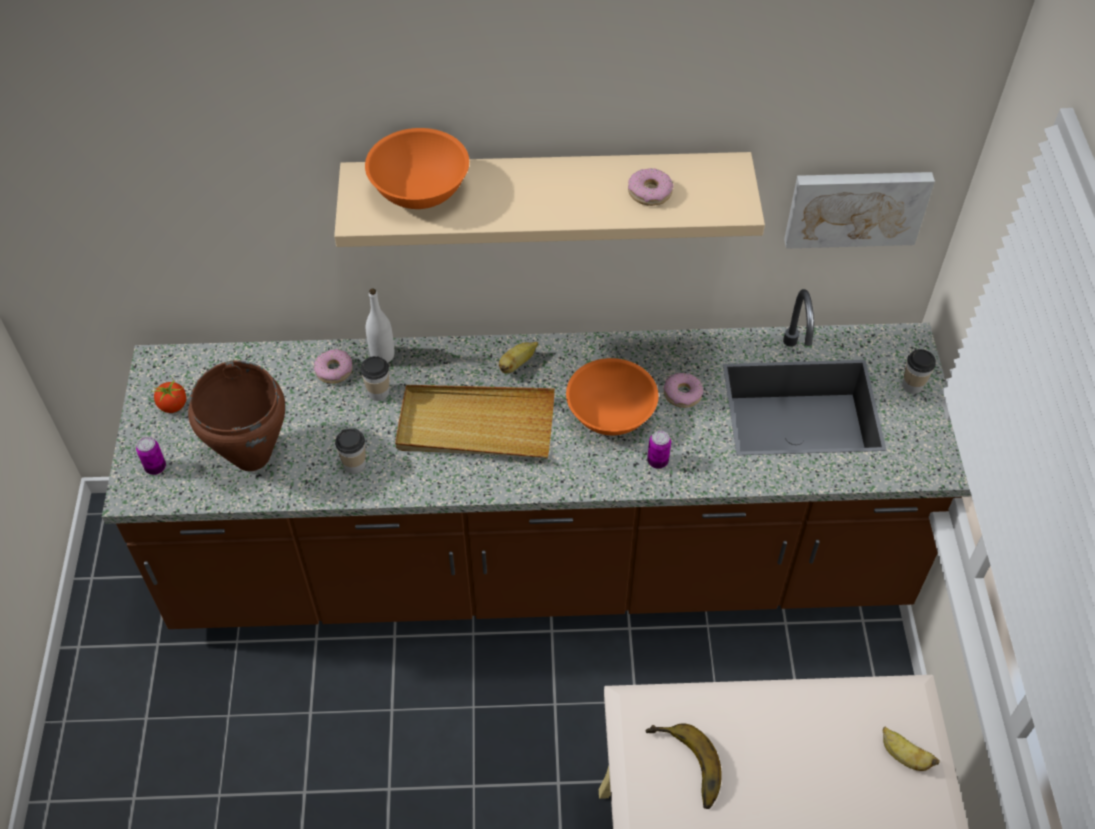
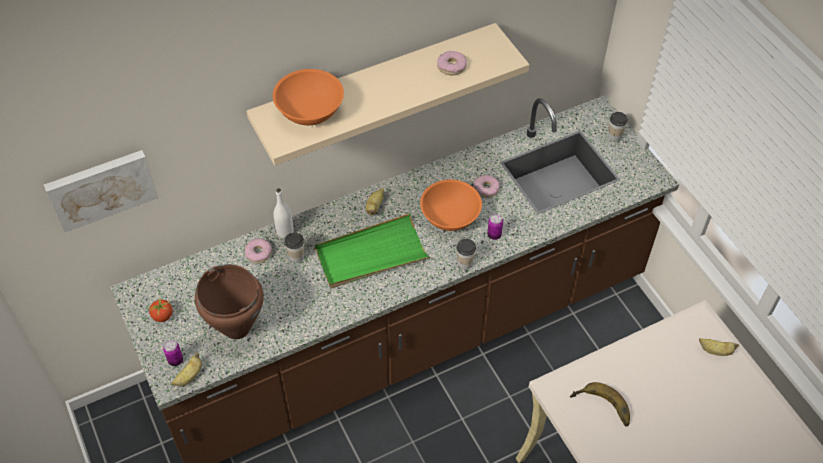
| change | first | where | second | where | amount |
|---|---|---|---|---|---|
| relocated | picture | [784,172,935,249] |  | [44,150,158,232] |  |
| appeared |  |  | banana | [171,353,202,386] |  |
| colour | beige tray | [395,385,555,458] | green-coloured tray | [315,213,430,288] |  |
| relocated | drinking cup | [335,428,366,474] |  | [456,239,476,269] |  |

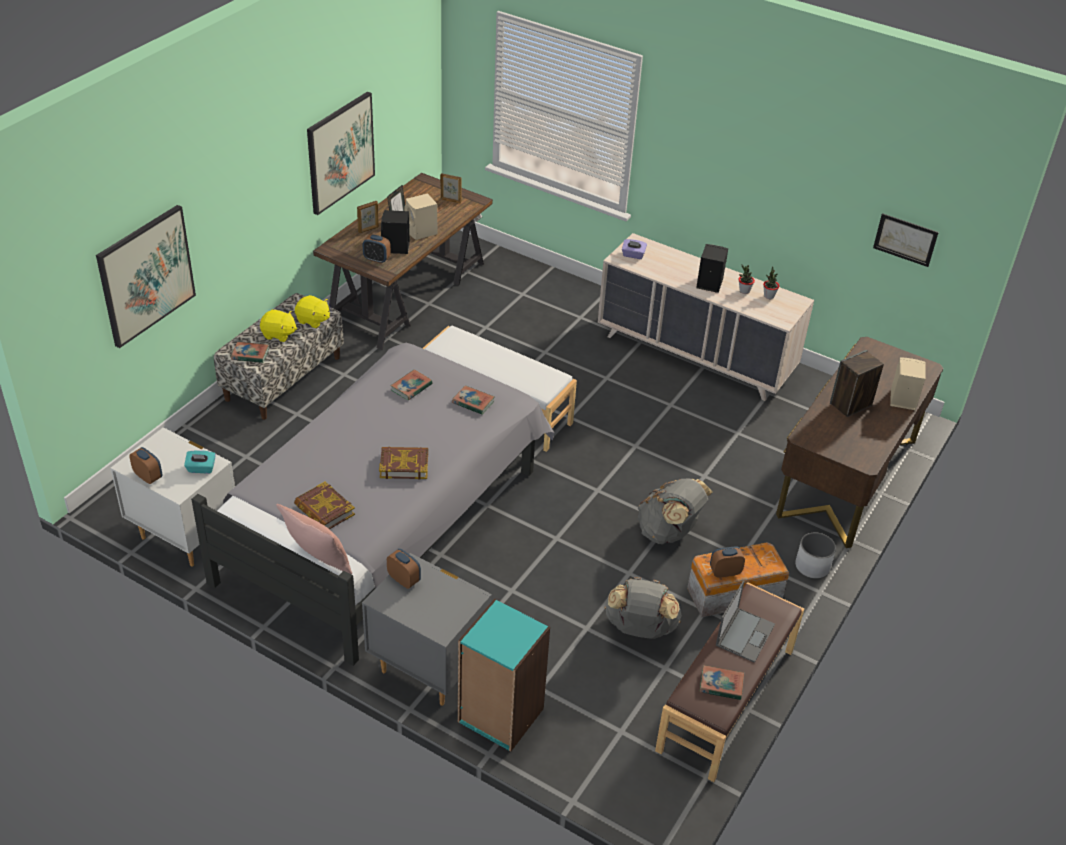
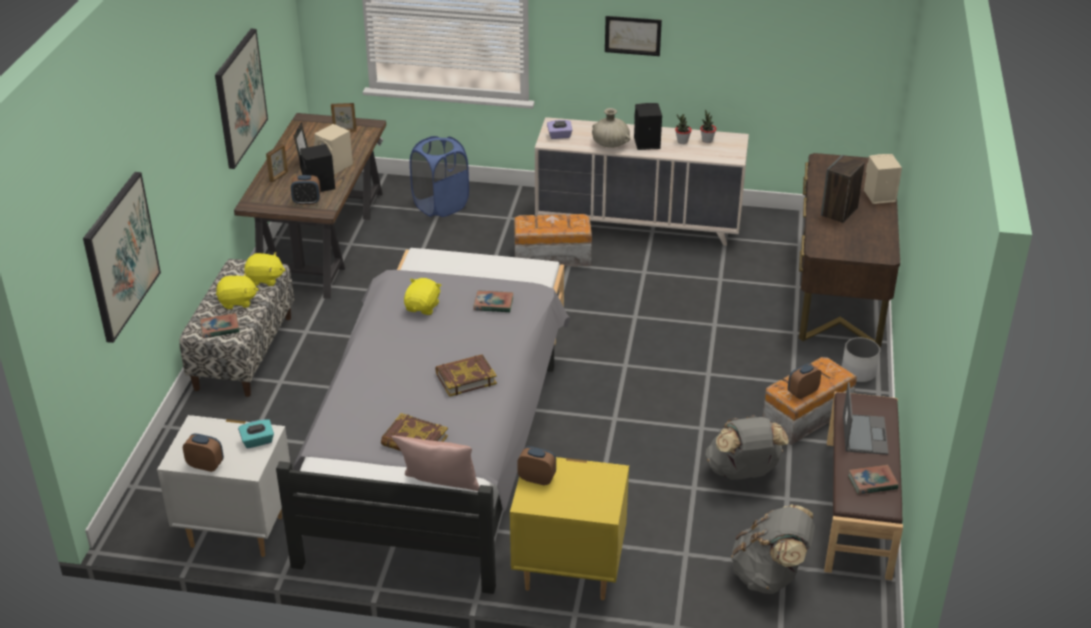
| change | first | where | second | where | amount |
|---|---|---|---|---|---|
| exchanged | book | [390,369,432,400] | yellow cuddly toy | [404,278,441,315] |  |
| appeared |  |  | blue washing basket | [410,136,469,217] |  |
| colour | greyish nightstand | [362,553,492,706] | yellow nightstand | [510,457,629,600] |  |
| appeared |  |  | storage box | [514,214,592,266] |  |
| appeared |  |  | beige decorative vase | [592,108,630,148] |  |
| relocated | picture | [873,213,939,267] |  | [605,16,662,56] |  |
| relocated | greyish backpack | [637,478,713,544] |  | [731,505,815,594] |  |
| missing | turquoise bookcase | [458,599,550,752] |  |  |  |

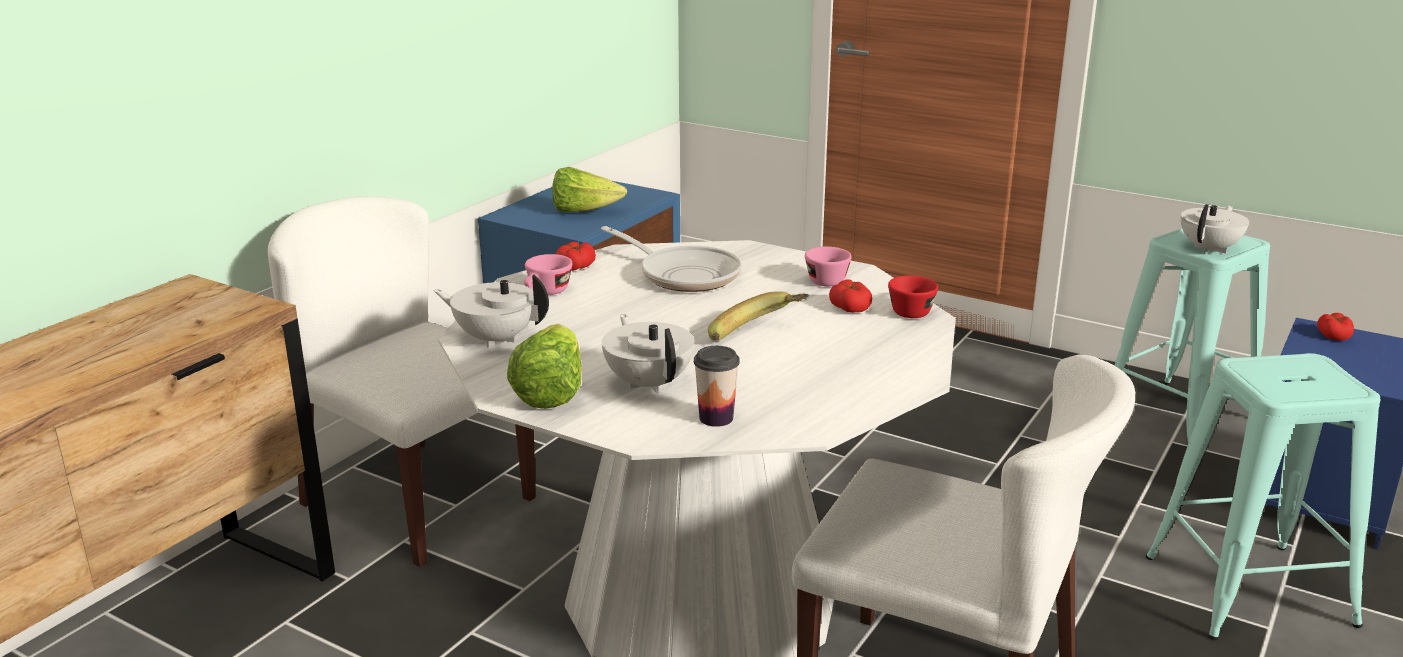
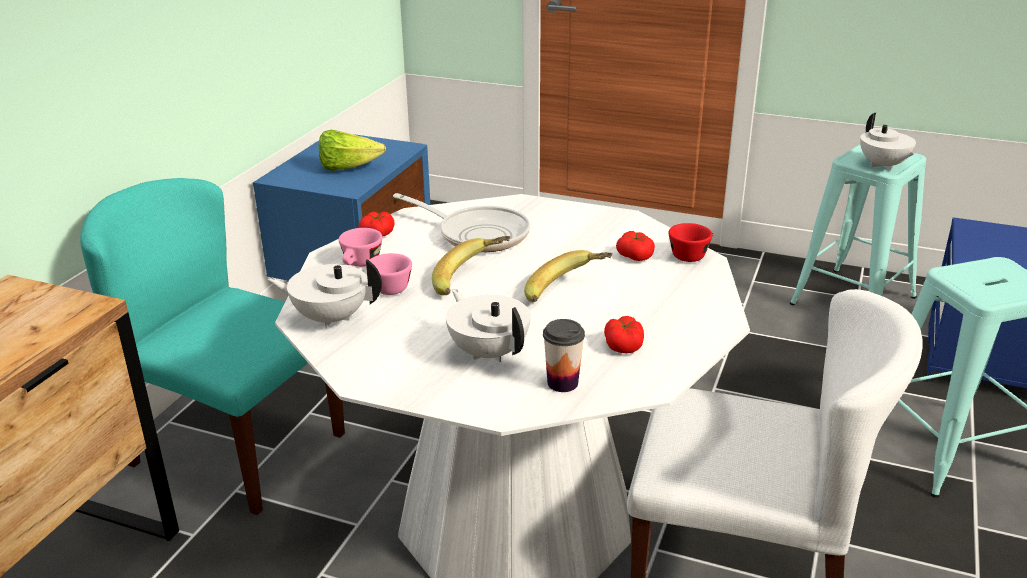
| change | first | where | second | where | amount |
|---|---|---|---|---|---|
| colour | white plain chair | [268,196,536,567] | turquoise plain chair | [80,178,345,515] |  |
| relocated | pink-coloured drinking cup | [805,247,852,286] |  | [369,253,412,295] |  |
| appeared |  |  | banana | [432,236,510,295] |  |
| relocated | tomato | [1317,313,1354,341] |  | [604,316,644,354] |  |
| spun | white teapot | [1181,204,1249,254] |  | [860,113,916,171] | 135 degrees clockwise |
| missing | lettuce | [507,324,582,409] |  |  |  |

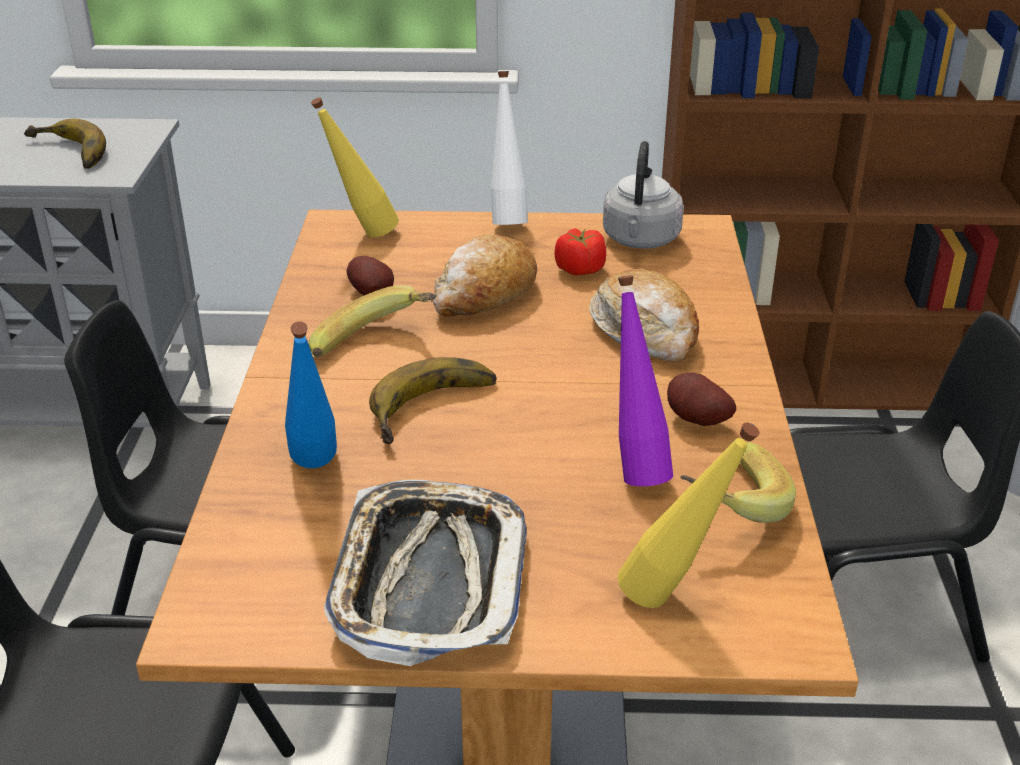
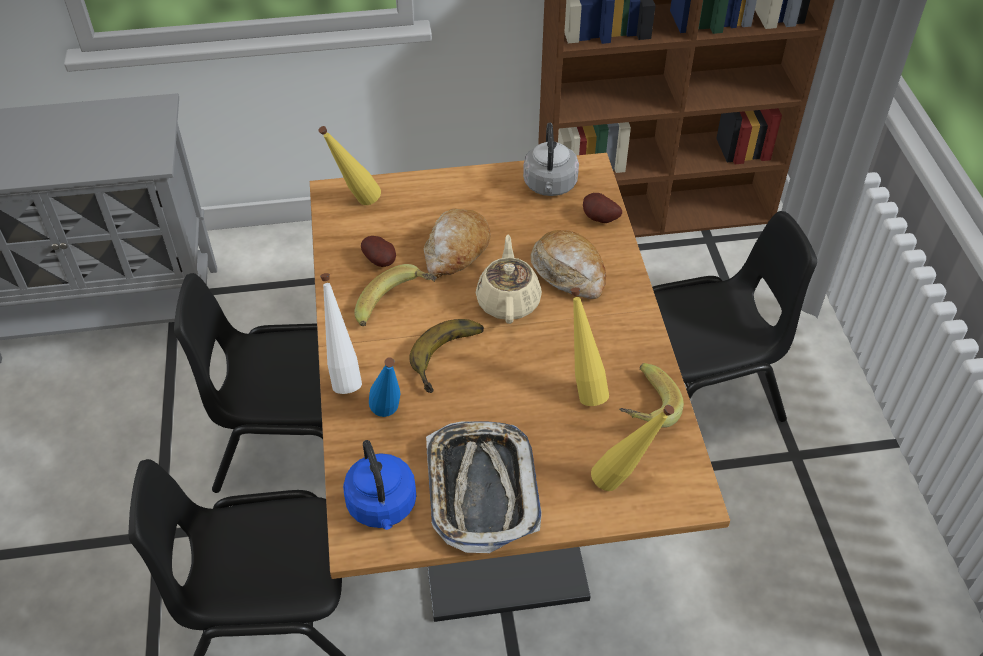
| change | first | where | second | where | amount |
|---|---|---|---|---|---|
| relocated | white drink bottle | [491,71,528,225] |  | [320,273,362,394] |  |
| appeared |  |  | blue tea kettle | [343,440,416,530] |  |
| appeared |  |  | beige teapot | [476,235,542,324] |  |
| colour | purple-coloured drink bottle | [618,275,673,486] | yellow drink bottle | [570,287,609,406] |  |
| relocated | potato | [667,373,736,426] |  | [583,193,622,223] |  |
| missing | banana | [24,119,106,169] |  |  |  |
| missing | tomato | [554,228,606,276] |  |  |  |

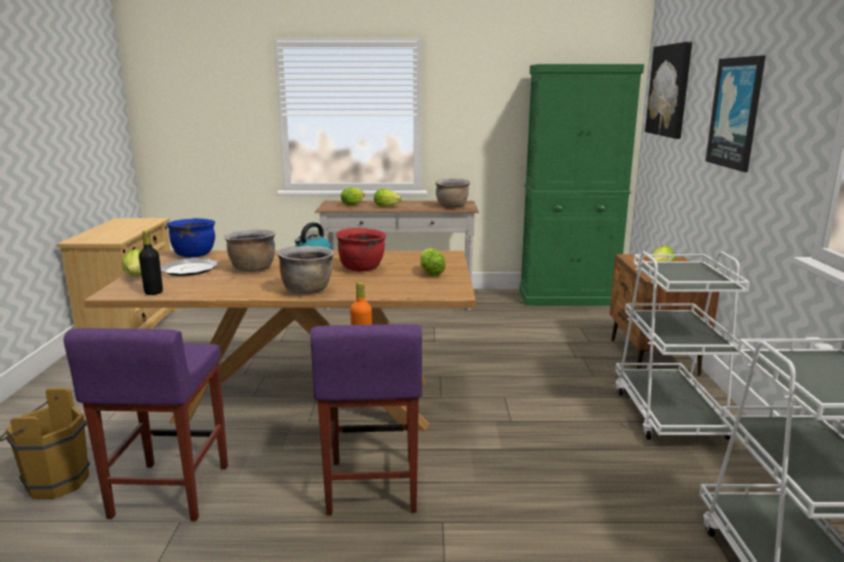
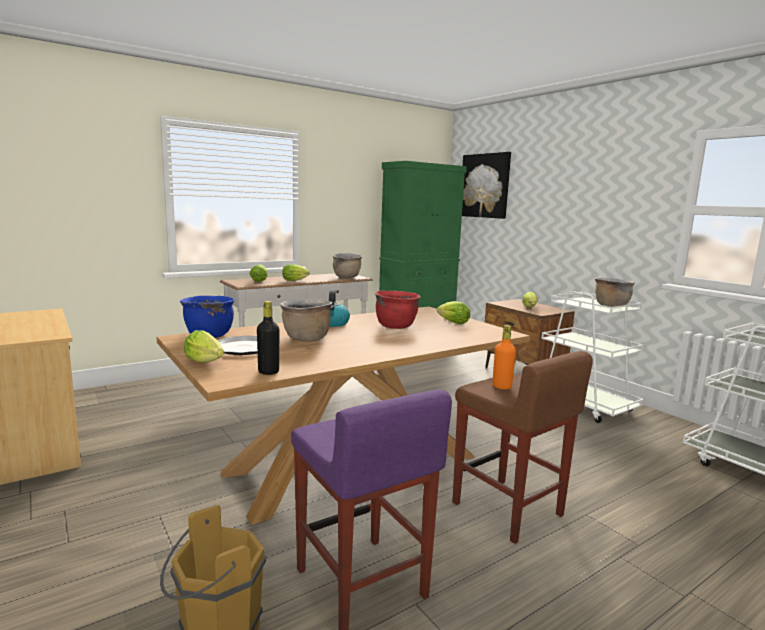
| change | first | where | second | where | amount |
|---|---|---|---|---|---|
| colour | purple-coloured sitting stool | [310,324,422,516] | brownish sitting stool | [452,351,593,544] |  |
| relocated | brownish stockpot | [277,246,334,294] |  | [595,278,635,307] |  |
| missing | picture | [706,55,766,172] |  |  |  |

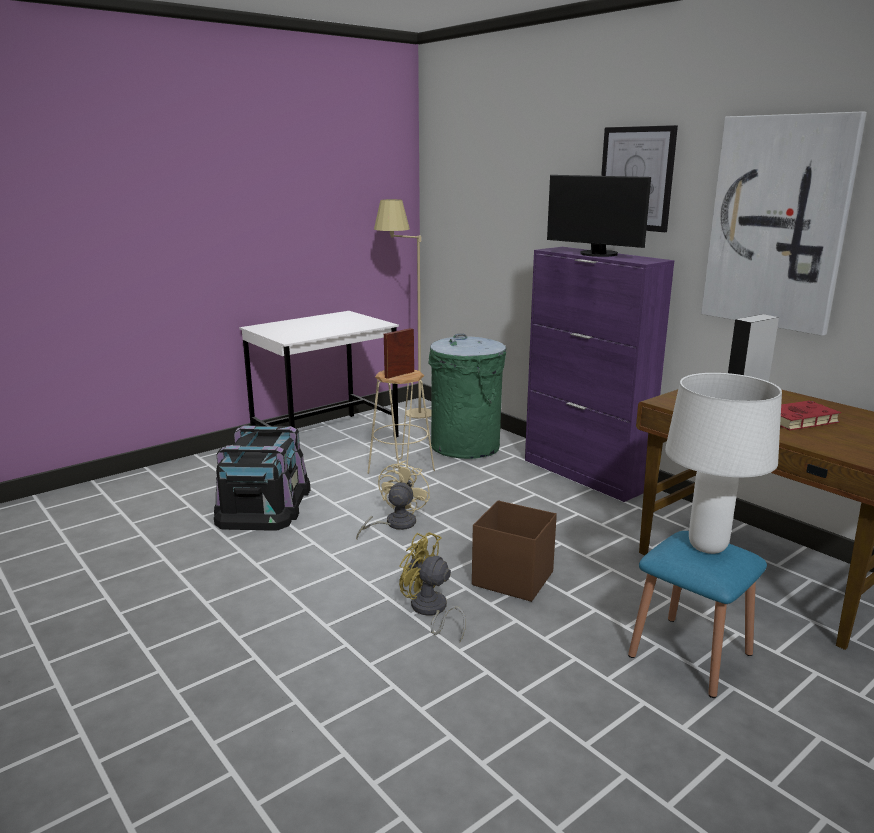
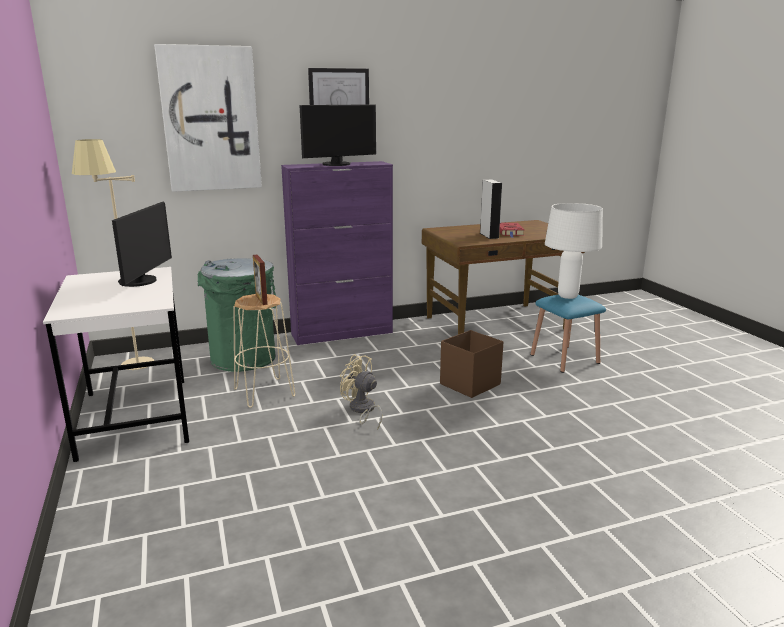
| change | first | where | second | where | amount |
|---|---|---|---|---|---|
| appeared |  |  | computer display | [112,202,172,287] |  |
| relocated | picture | [701,111,867,336] |  | [154,44,262,192] |  |
| missing | black storage box | [214,426,311,531] |  |  |  |
| missing | yellow electric fan | [399,532,466,642] |  |  |  |

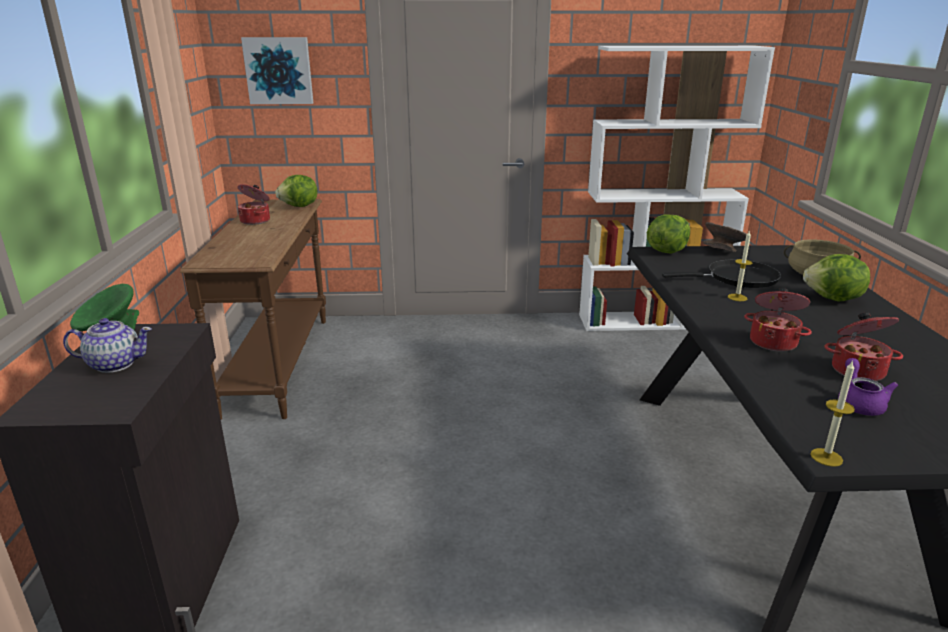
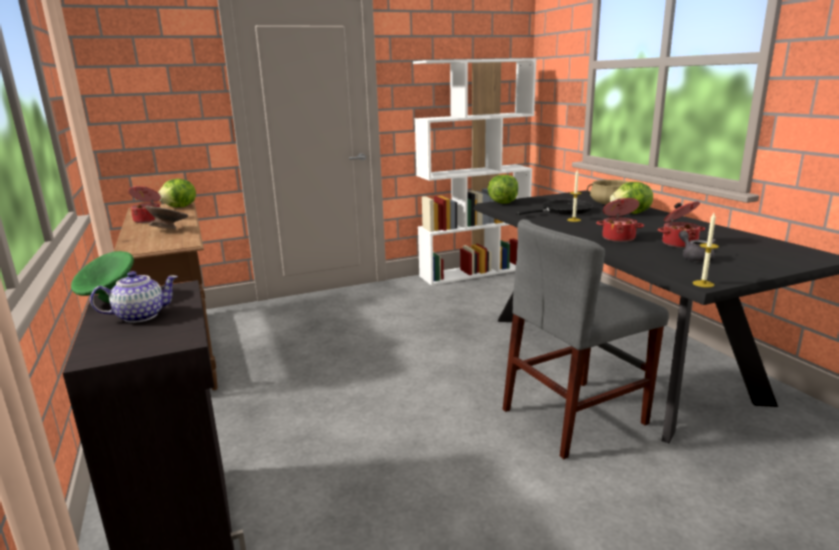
| change | first | where | second | where | amount |
|---|---|---|---|---|---|
| relocated | greyish bowl | [703,222,751,252] |  | [145,206,188,230] |  |
| appeared |  |  | greyish plain chair | [503,219,669,459] |  |
| colour | purple-coloured teapot | [838,358,898,416] | greyish teapot | [679,230,716,262] |  |
| missing | picture | [241,37,313,104] |  |  |  |

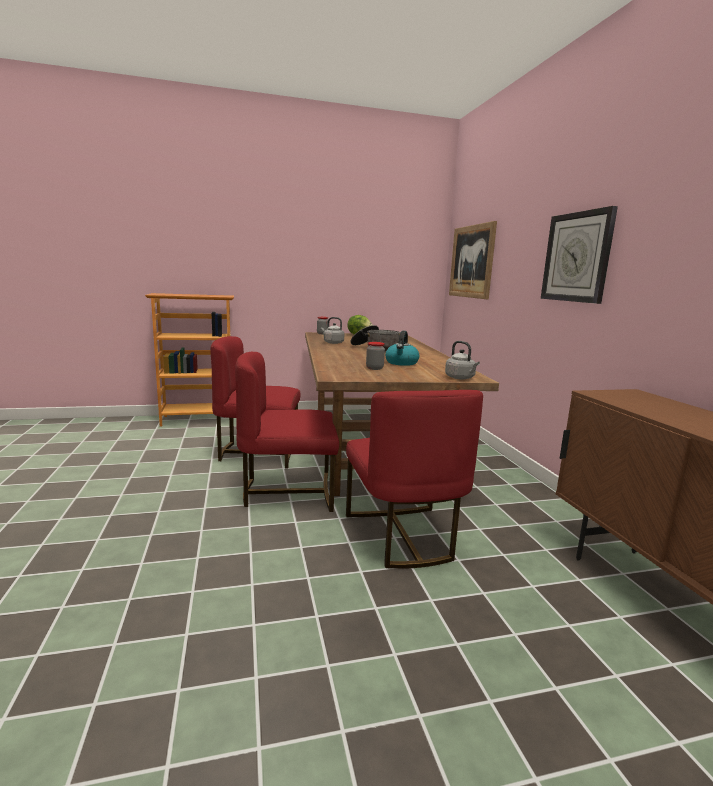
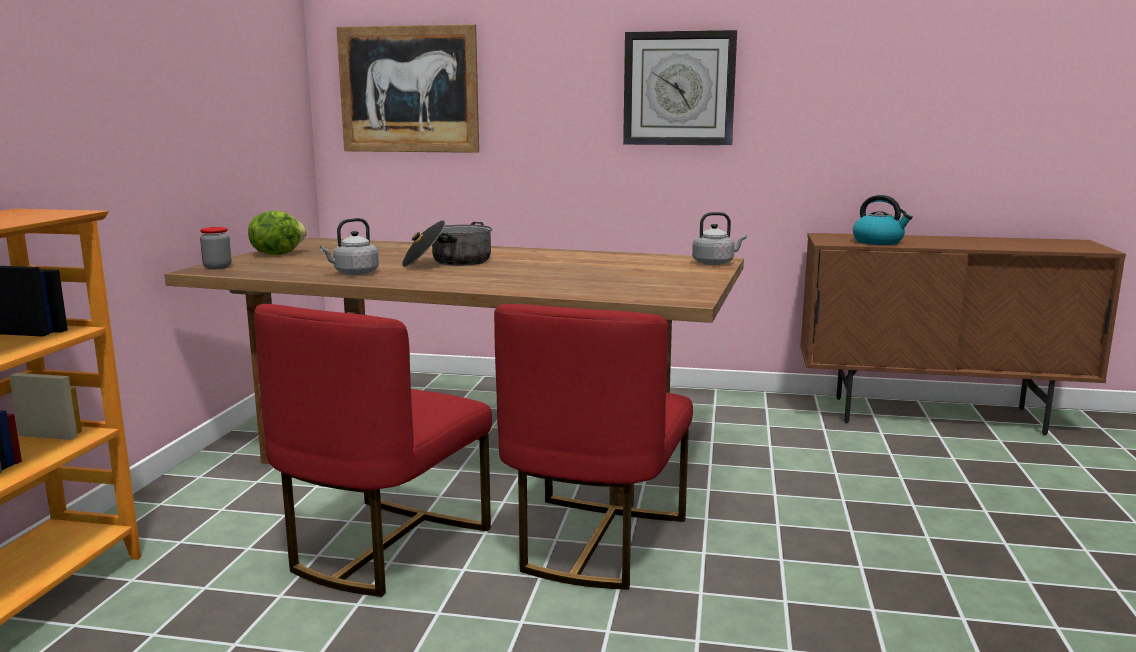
| change | first | where | second | where | amount |
|---|---|---|---|---|---|
| relocated | tea kettle | [385,331,419,366] |  | [853,195,913,245] |  |
| missing | red plain chair | [346,390,483,569] |  |  |  |
| missing | storage jar | [366,342,385,370] |  |  |  |

